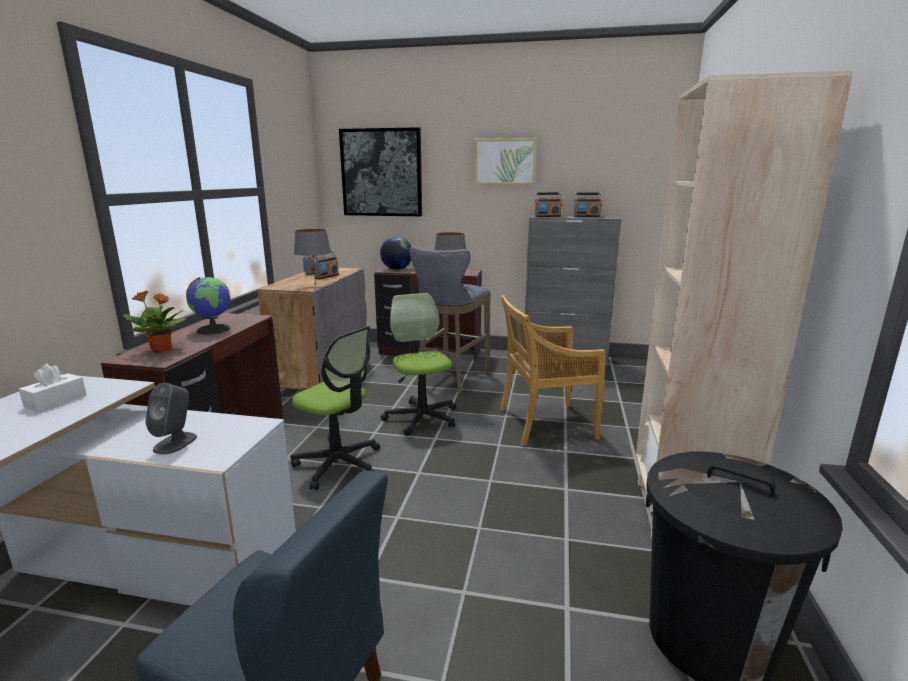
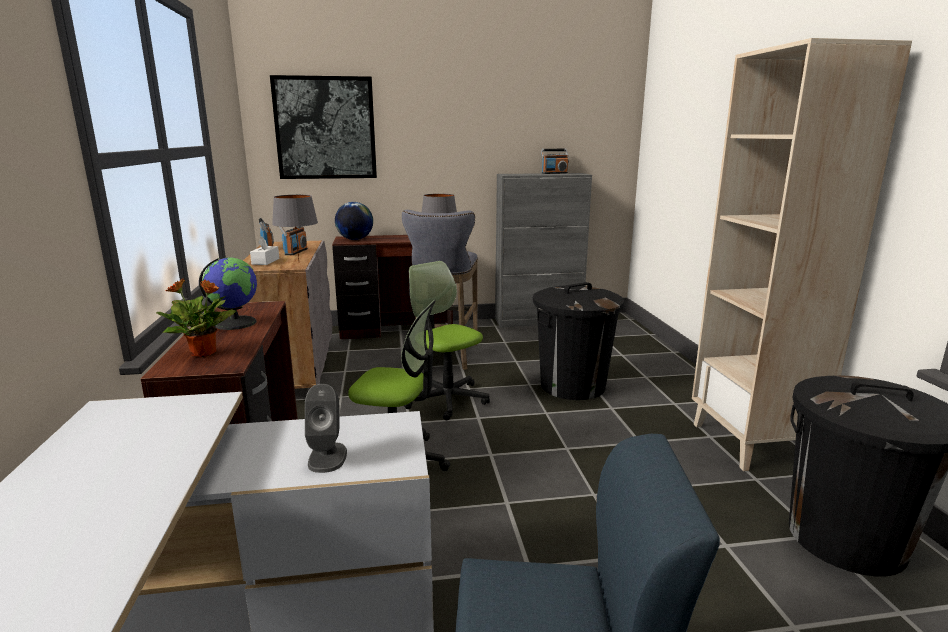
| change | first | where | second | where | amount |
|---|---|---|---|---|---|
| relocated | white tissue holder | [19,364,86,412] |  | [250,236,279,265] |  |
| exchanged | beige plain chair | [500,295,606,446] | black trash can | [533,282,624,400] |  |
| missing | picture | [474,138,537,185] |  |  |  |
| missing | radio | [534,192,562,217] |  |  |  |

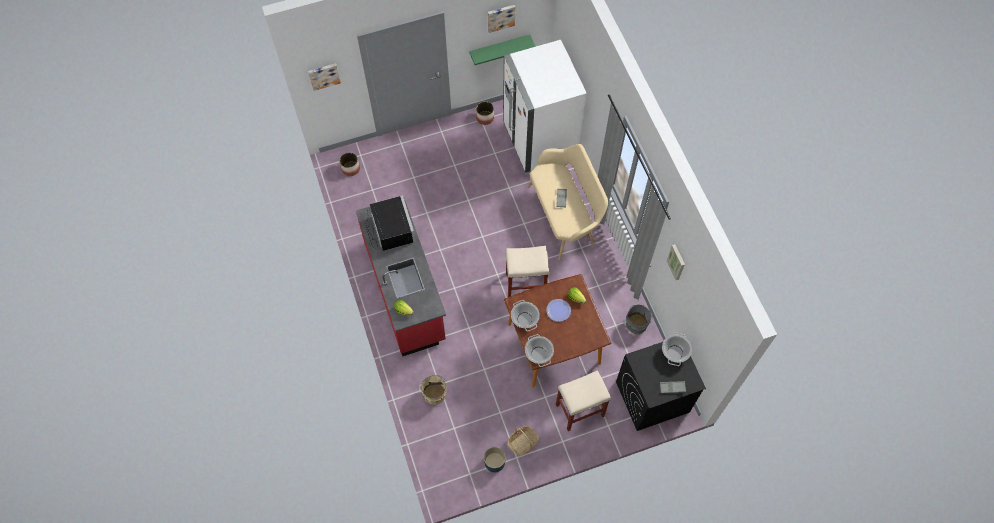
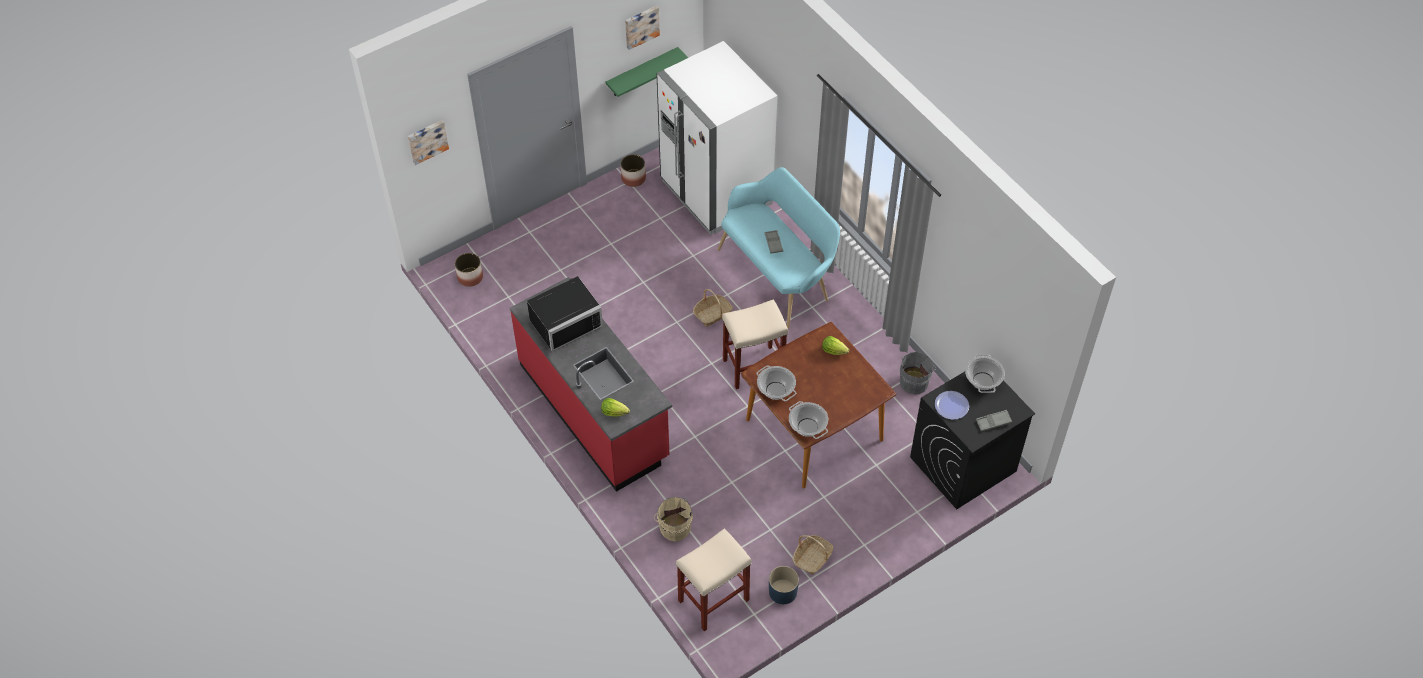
| change | first | where | second | where | amount |
|---|---|---|---|---|---|
| spun | black microwave oven | [366,195,416,251] |  | [527,276,603,352] | 90 degrees clockwise |
| relocated | beige sitting stool | [556,370,611,431] |  | [676,529,752,631] |  |
| appeared |  |  | basket | [693,289,733,327] |  |
| colour | beige long seat | [527,144,608,261] | turquoise long seat | [717,167,840,329] |  |
| relocated | dinner plate | [546,299,571,322] |  | [935,391,969,420] |  |
| missing | picture | [666,244,685,280] |  |  |  |

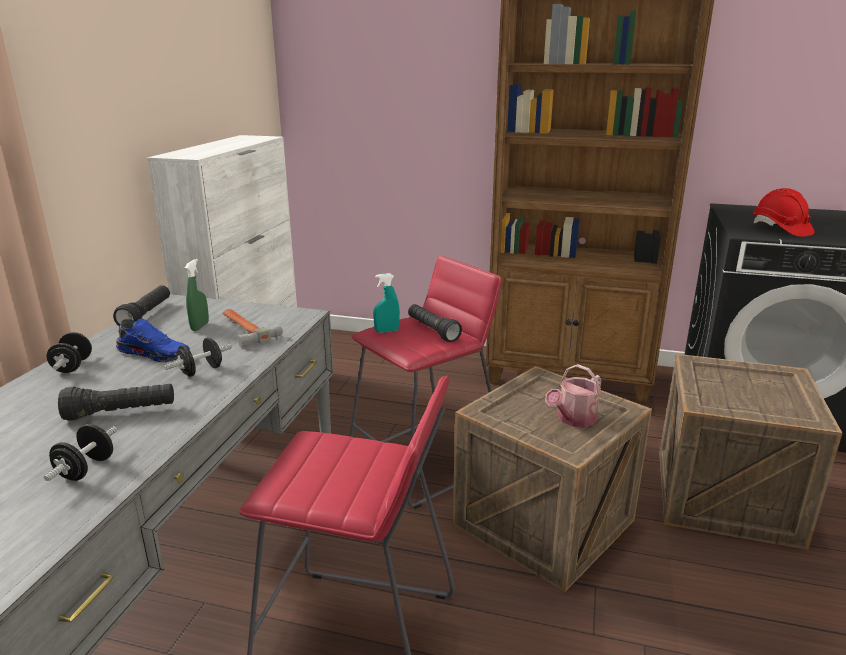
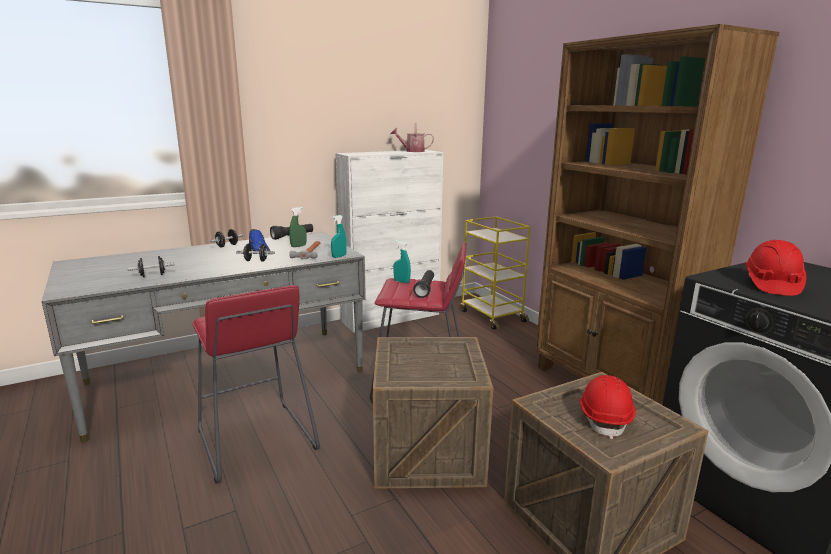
| change | first | where | second | where | amount |
|---|---|---|---|---|---|
| appeared |  |  | turquoise spray bottle | [331,215,347,258] |  |
| relocated | watering pot | [545,364,602,428] |  | [390,123,434,152] |  |
| appeared |  |  | yellow cart | [460,217,530,330] |  |
| appeared |  |  | red safety helmet | [580,375,636,439] |  |
| missing | black torch | [58,384,174,421] |  |  |  |

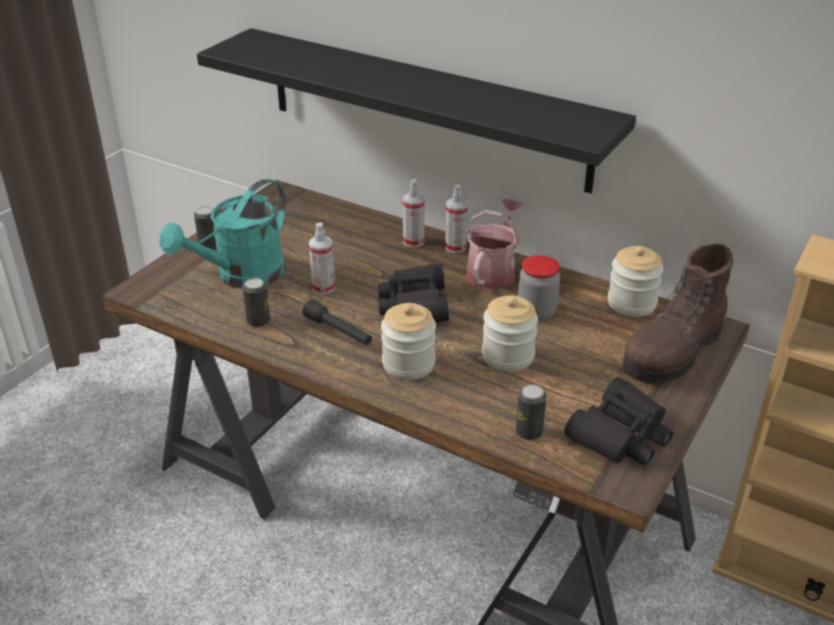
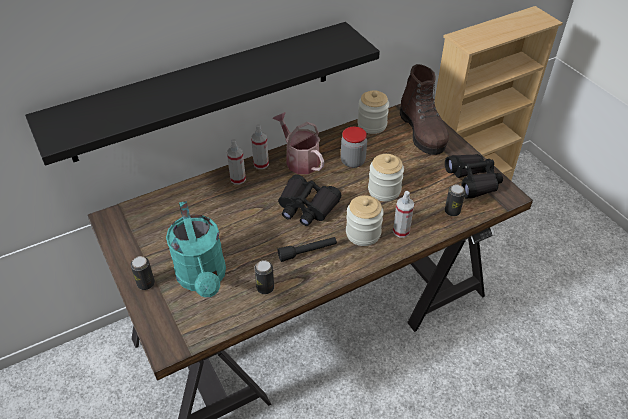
| change | first | where | second | where | amount |
|---|---|---|---|---|---|
| relocated | spray bottle | [309,223,335,295] |  | [393,191,414,238] |  |

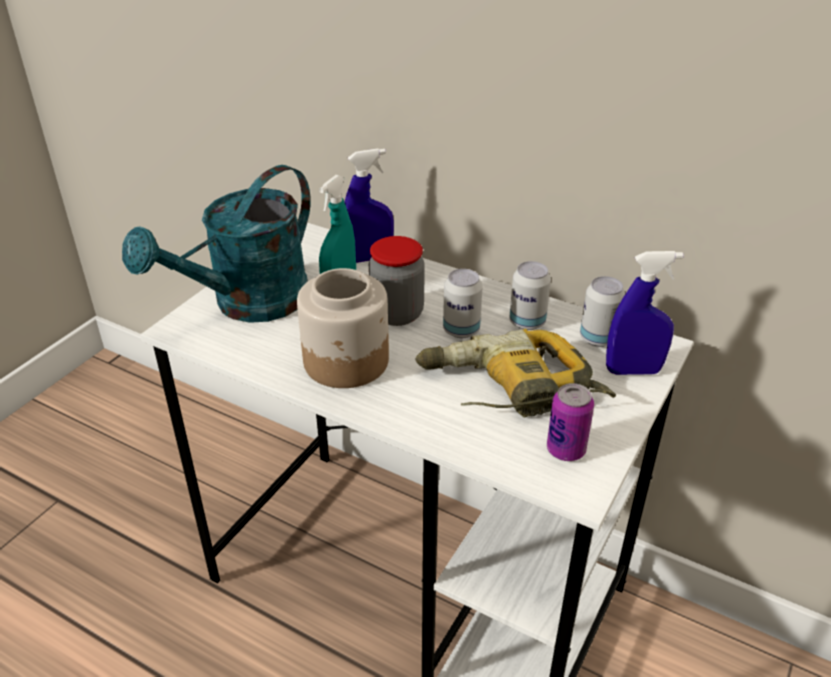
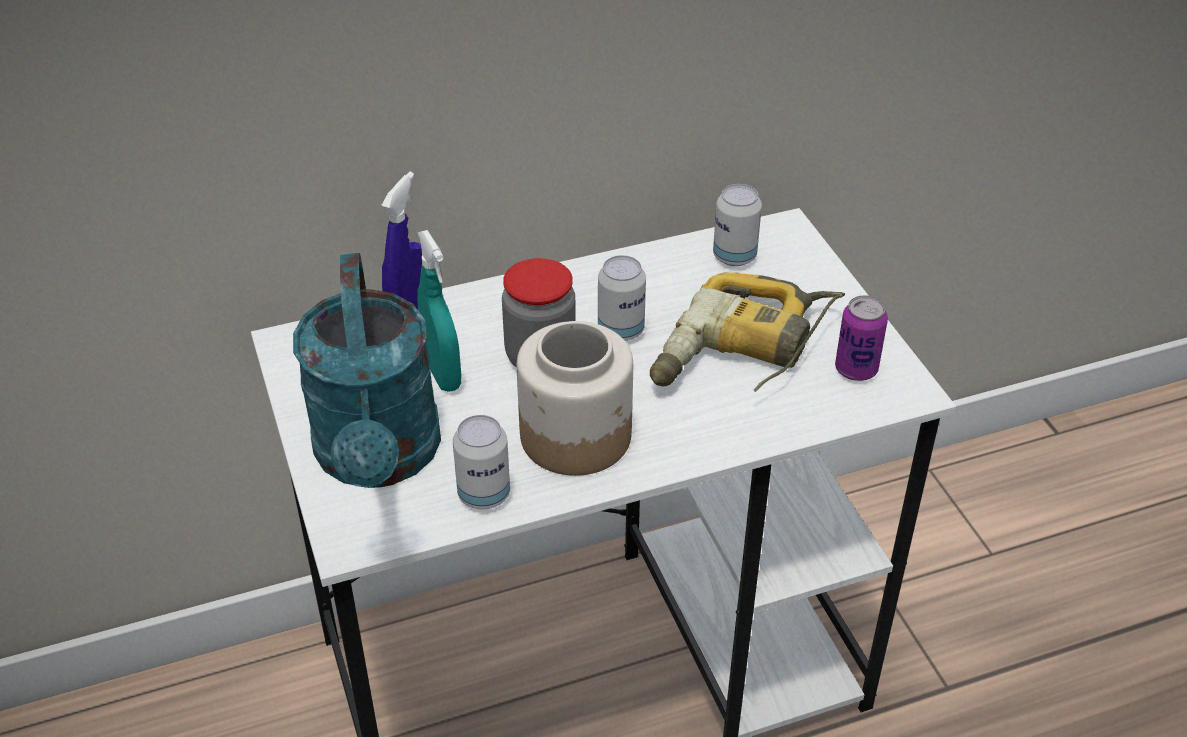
| change | first | where | second | where | amount |
|---|---|---|---|---|---|
| relocated | sealed can | [509,261,551,330] |  | [453,415,510,509] |  |
| missing | blue spray bottle | [606,251,683,375] |  |  |  |

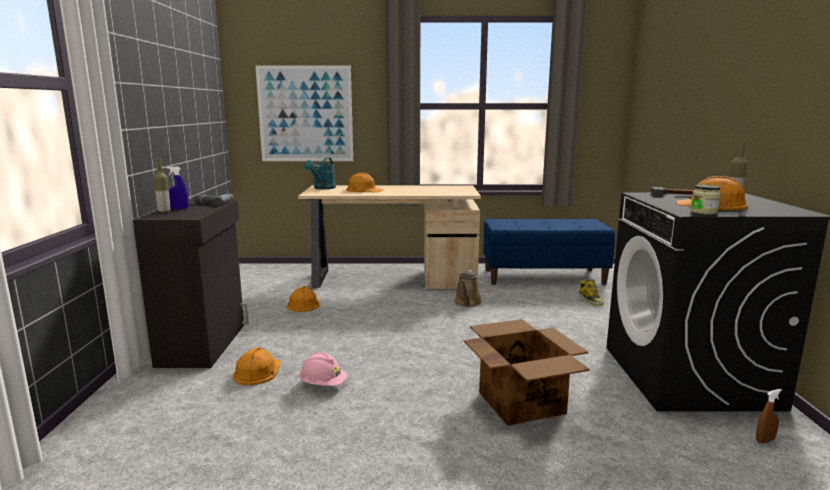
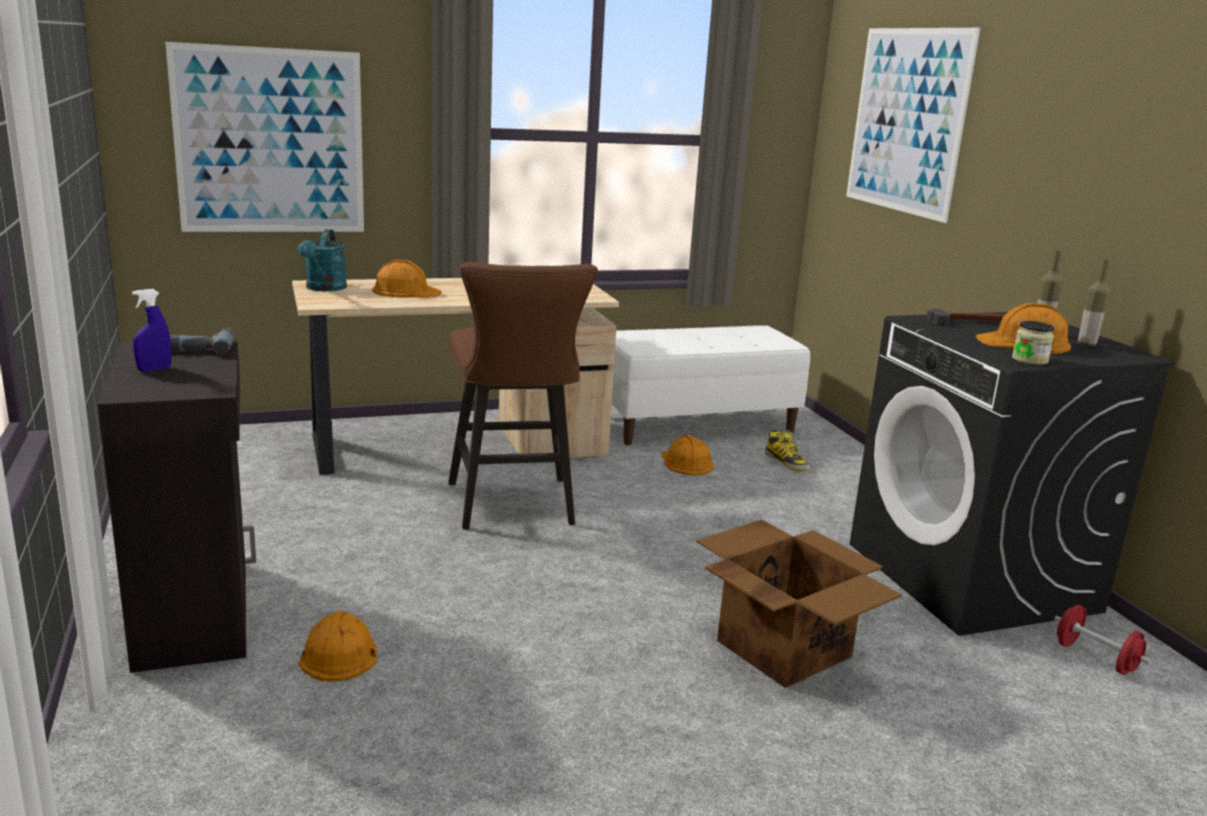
| change | first | where | second | where | amount |
|---|---|---|---|---|---|
| appeared |  |  | brownish sitting stool | [448,262,598,530] |  |
| colour | blue long seat | [483,219,615,285] | white long seat | [612,325,810,445] |  |
| relocated | orangey safety helmet | [287,286,319,312] |  | [661,435,714,475] |  |
| appeared |  |  | picture | [846,28,980,223] |  |
| exchanged | brownish spray bottle | [756,389,782,443] | red dumbbell | [1054,605,1150,675] |  |
| relocated | drink bottle | [153,158,171,213] |  | [1078,259,1110,347] |  |
| missing | pink-coloured safety helmet | [299,352,347,386] |  |  |  |
| missing | brownish watering pot | [454,270,482,307] |  |  |  |

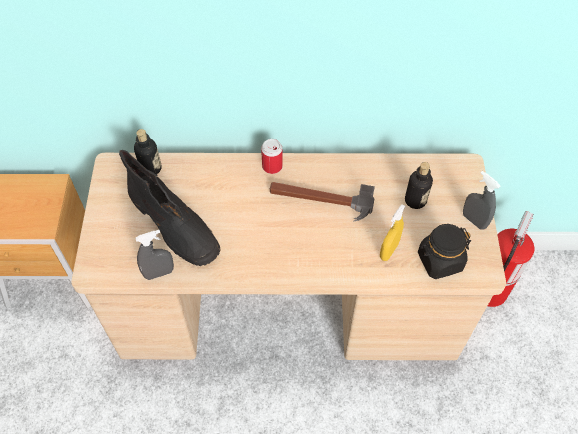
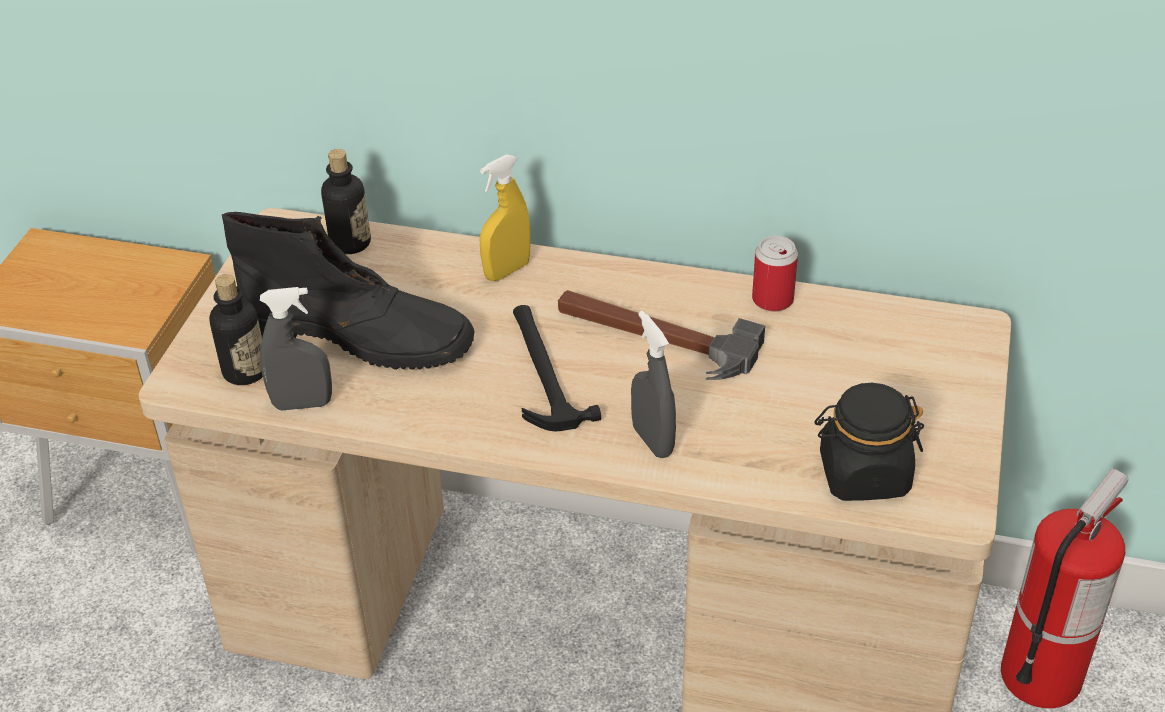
| change | first | where | second | where | amount |
|---|---|---|---|---|---|
| relocated | drink bottle | [405,162,433,209] |  | [209,274,263,385] |  |
| spun | black boot | [119,150,220,266] |  | [222,212,475,370] | 45 degrees counterclockwise |
| relocated | yellow spray bottle | [380,204,405,261] |  | [480,154,531,281] |  |
| appeared |  |  | tool hammer | [513,305,601,431] |  |
| relocated | greyish spray bottle | [463,171,501,230] |  | [631,311,676,458] |  |
| relocated | sealed can | [261,139,283,174] |  | [752,236,798,311] |  |

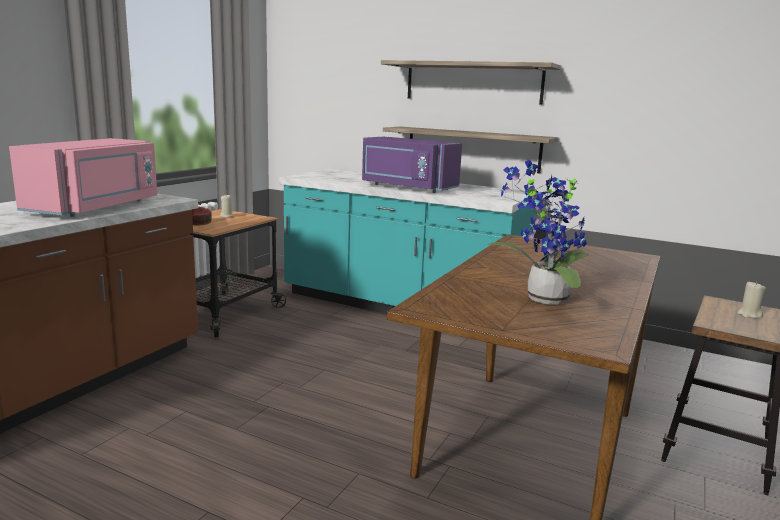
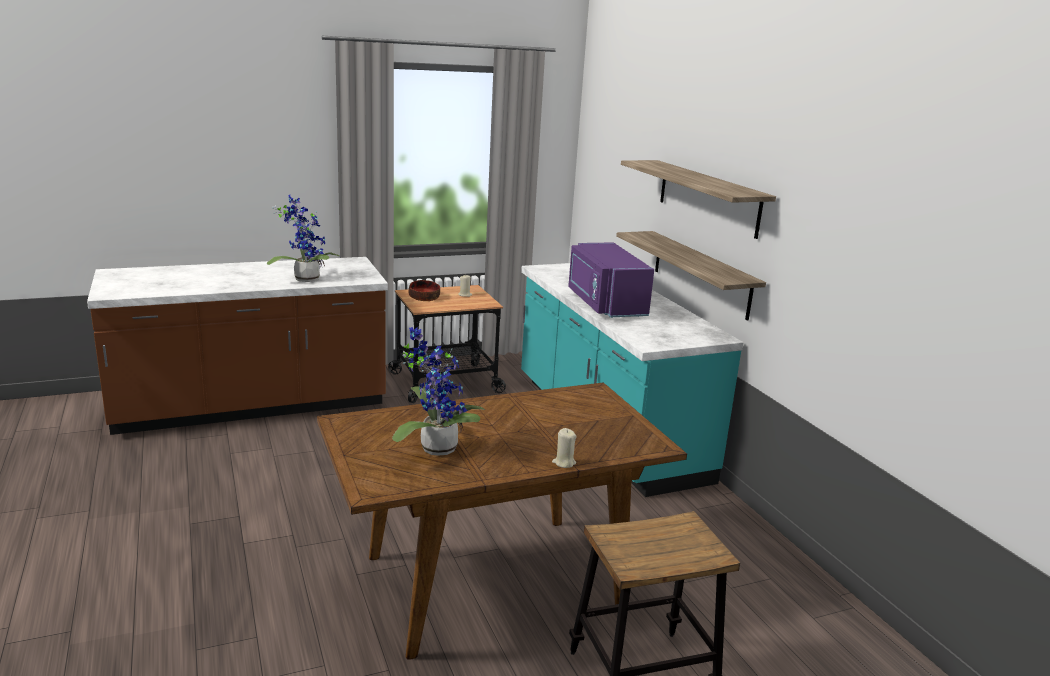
| change | first | where | second | where | amount |
|---|---|---|---|---|---|
| exchanged | pink-coloured microwave oven | [9,138,157,217] | plant in a pot | [267,195,341,282] |  |
| relocated | beige candle | [737,281,766,318] |  | [552,428,577,468] |  |

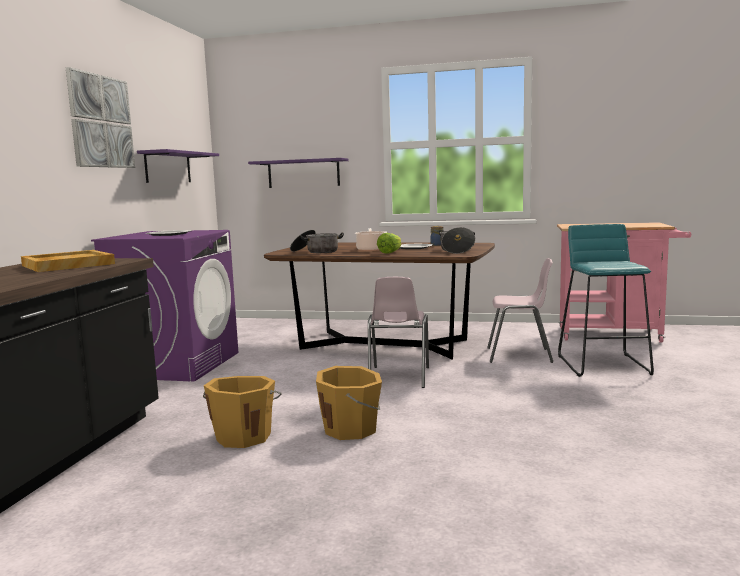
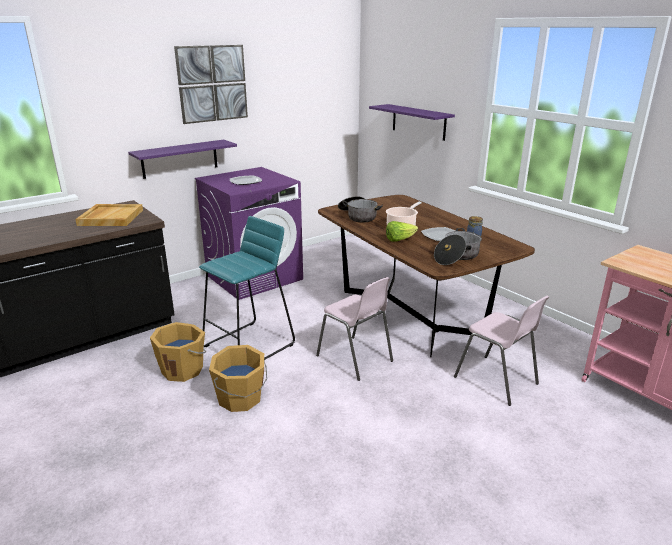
| change | first | where | second | where | amount |
|---|---|---|---|---|---|
| relocated | purple-coloured shelf | [137,149,219,183] |  | [128,140,237,179] |  |
| relocated | turquoise sitting stool | [558,224,654,377] |  | [199,216,295,360] |  |
| spun | pink-coloured plain chair | [368,277,429,388] |  | [316,277,393,381] | 90 degrees counterclockwise |

